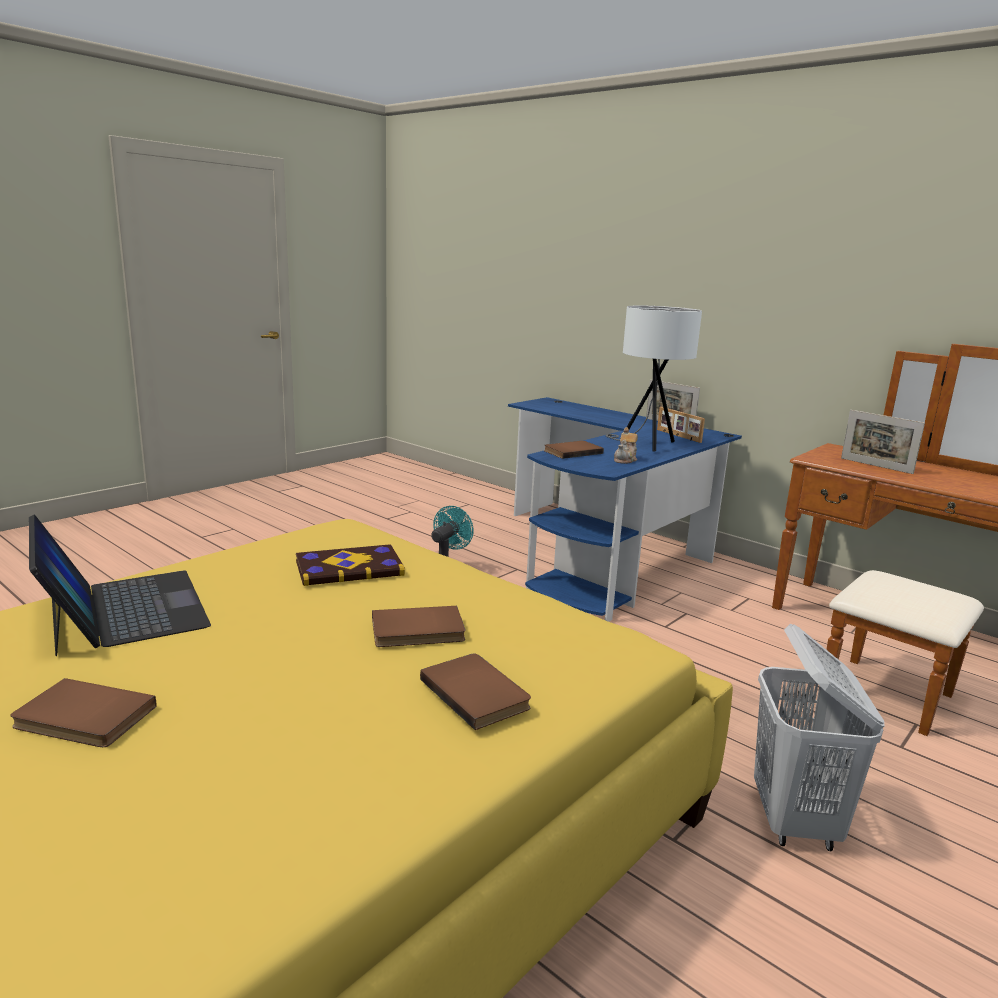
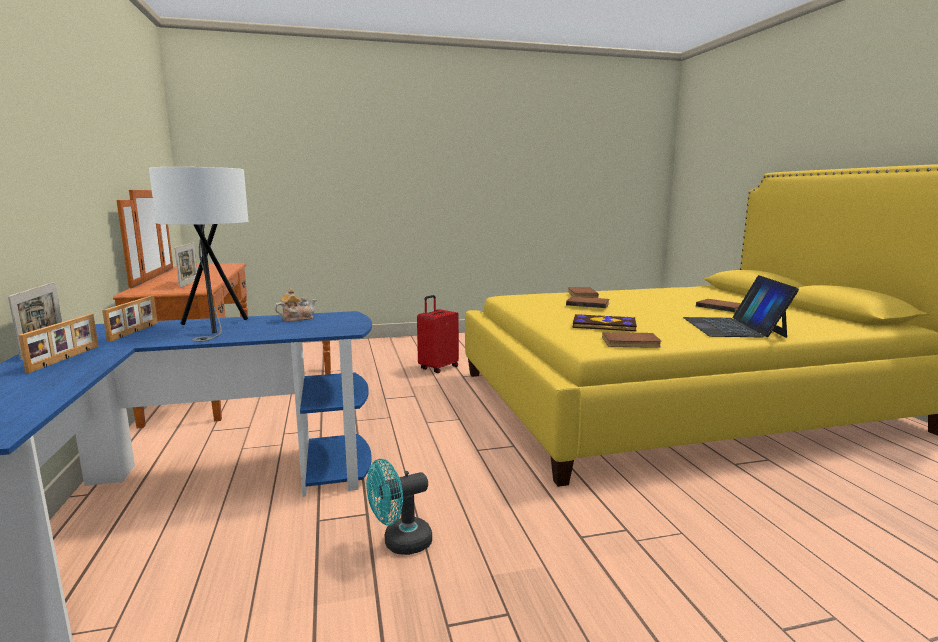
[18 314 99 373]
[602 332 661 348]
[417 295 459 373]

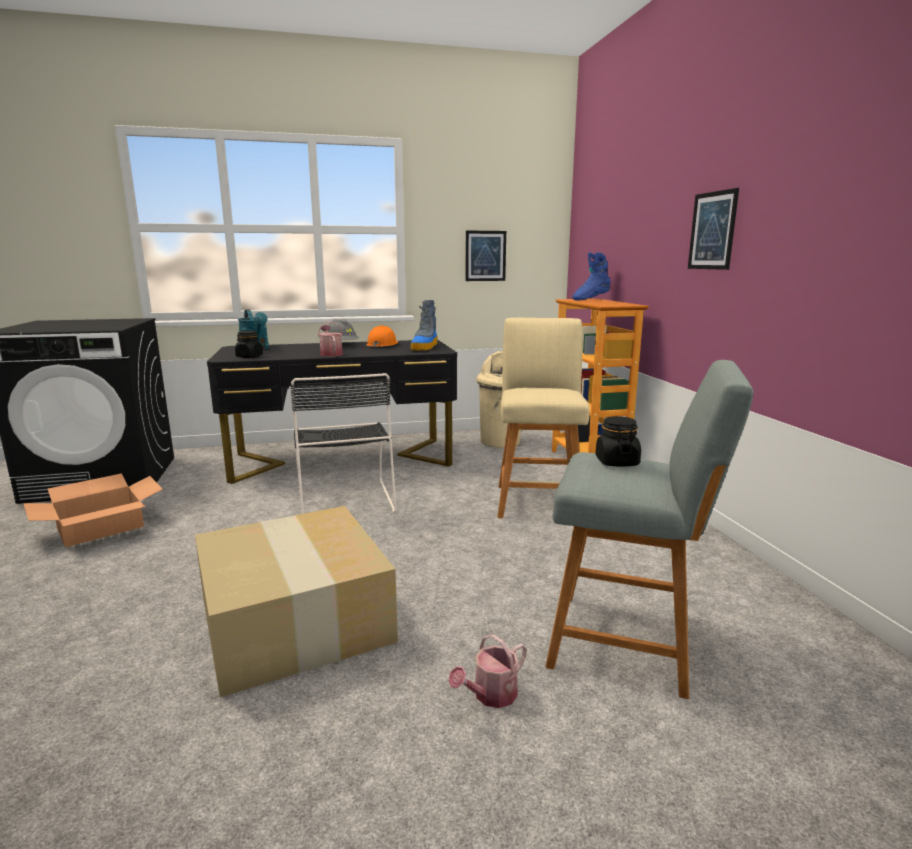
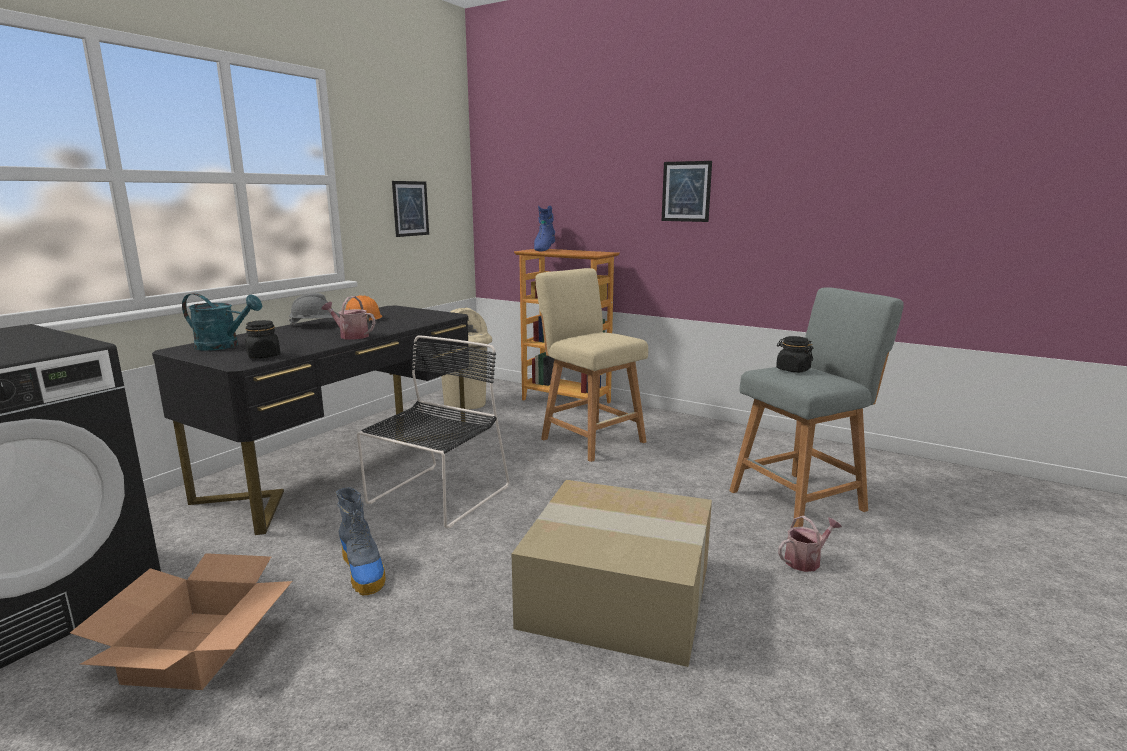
[336 487 386 595]
[357 335 509 528]
[778 516 842 572]

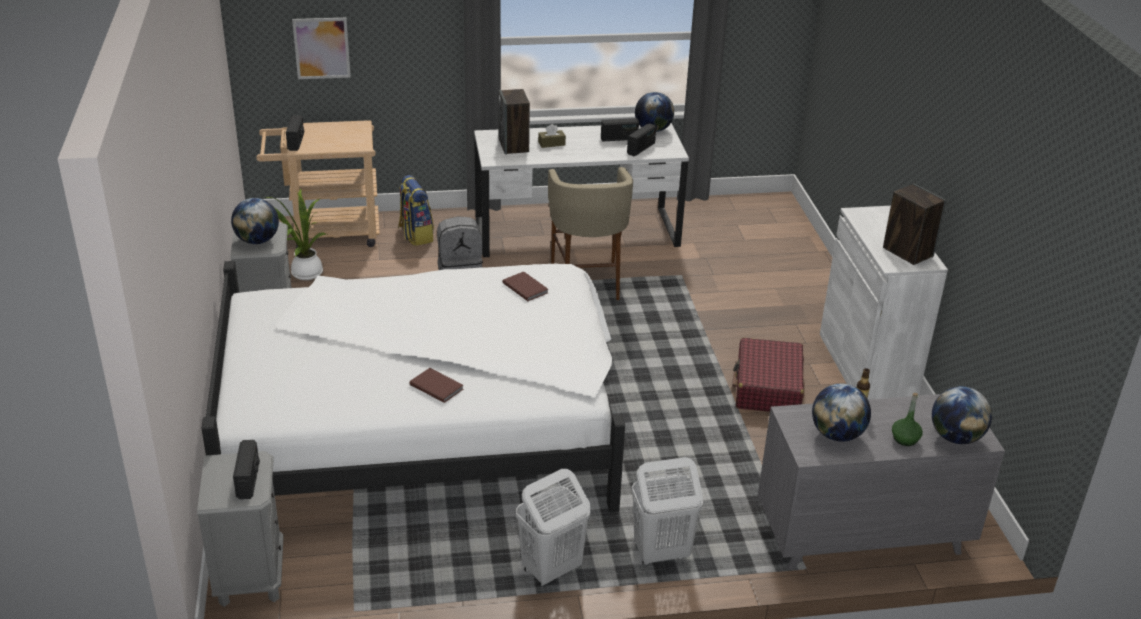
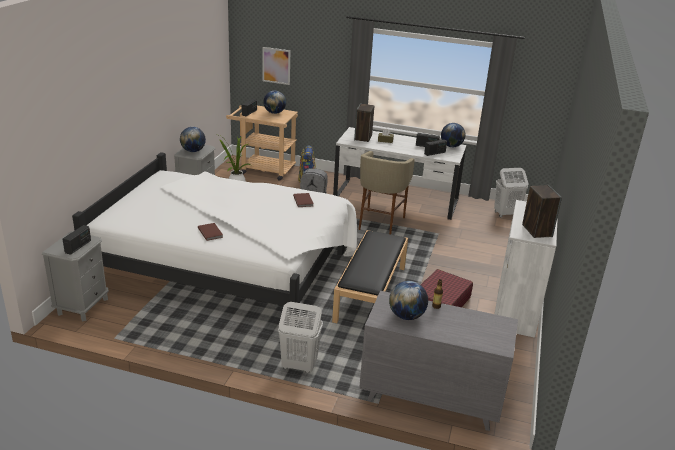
[892 393 923 446] (first image)
[332 230 408 323]
[494 168 529 217]
[263 91 286 114]

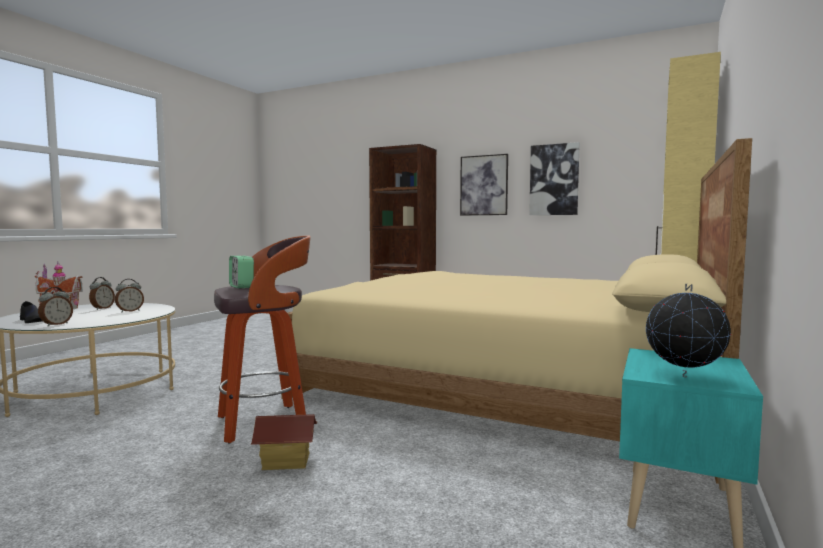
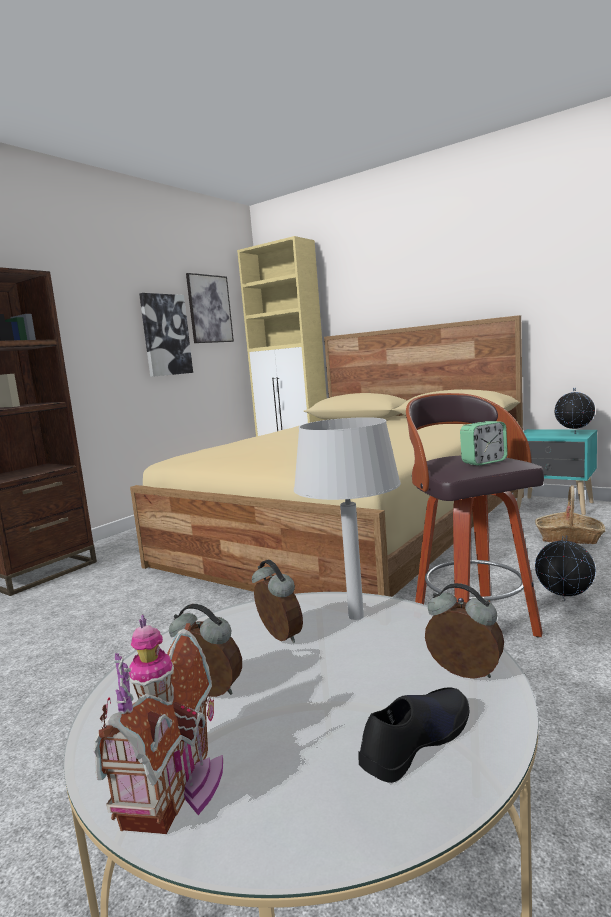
[294 417 401 620]
[535 485 606 544]
[186 273 234 343]
[535 535 596 601]

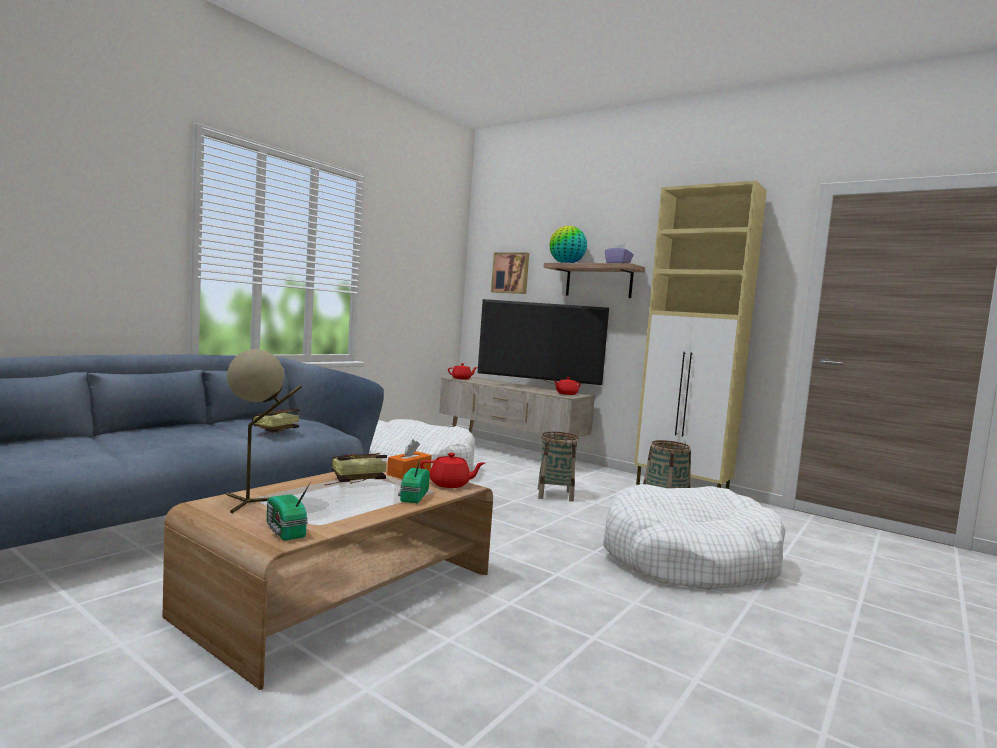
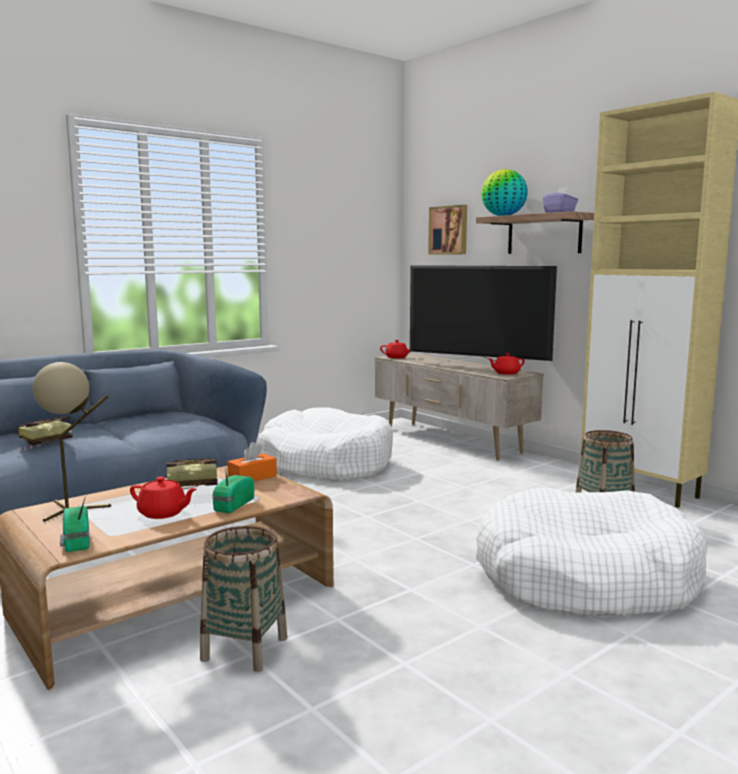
[18 416 72 451]
[130 477 197 519]
[200 526 287 672]

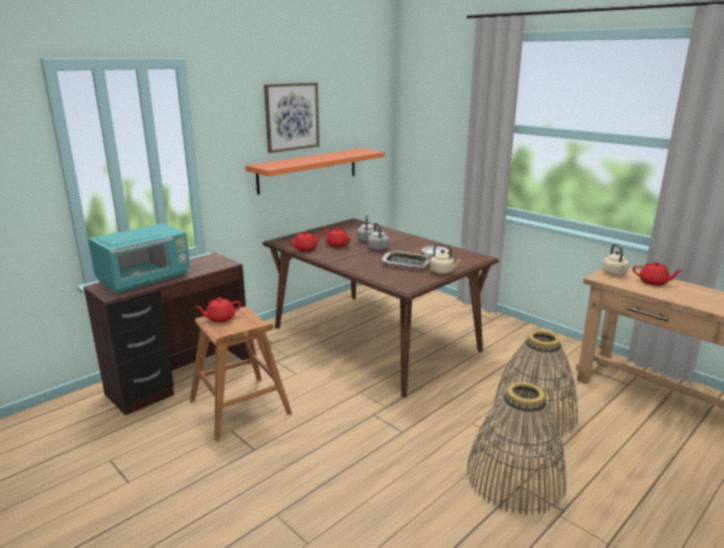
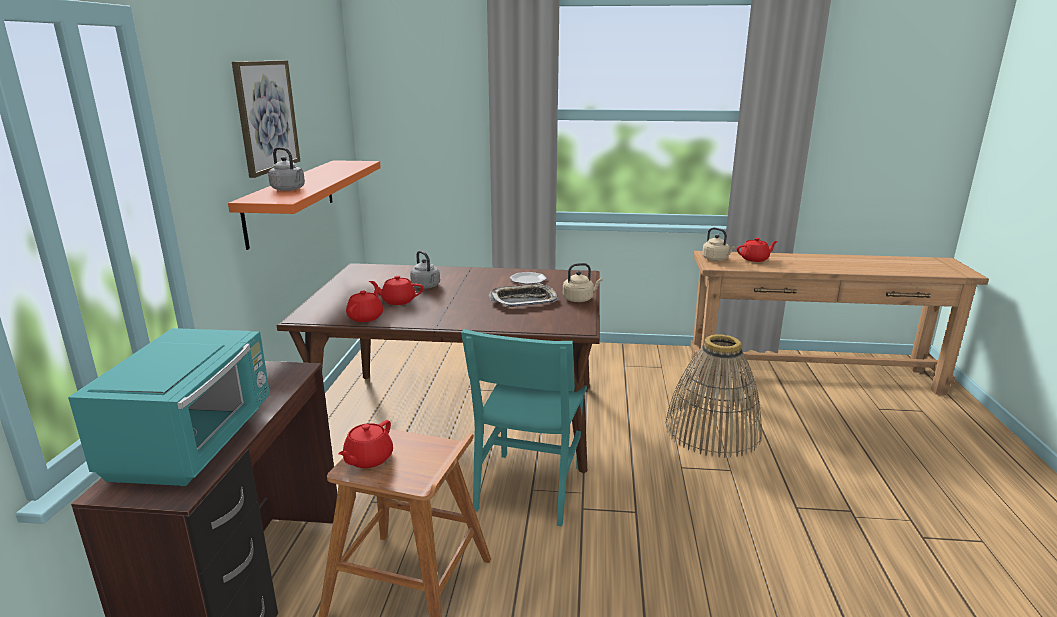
[467 382 566 515] (first image)
[461 329 587 527]
[268 147 305 191]

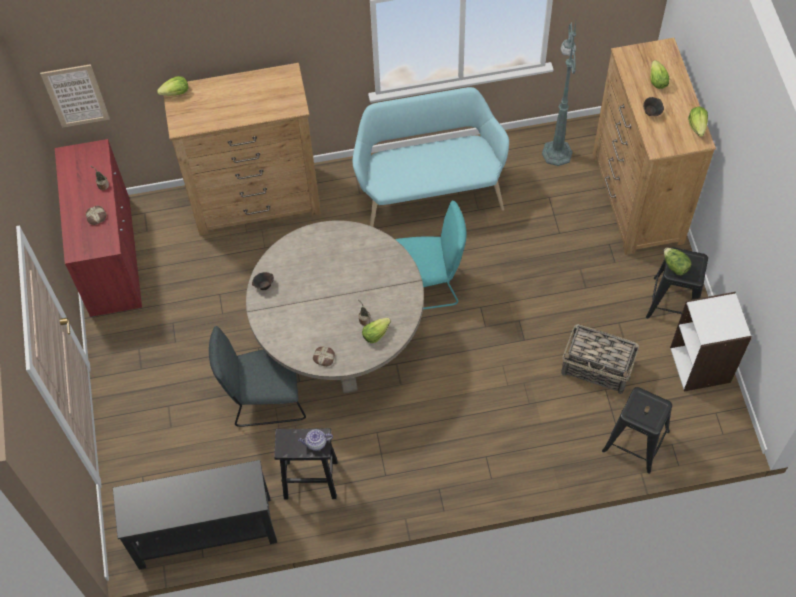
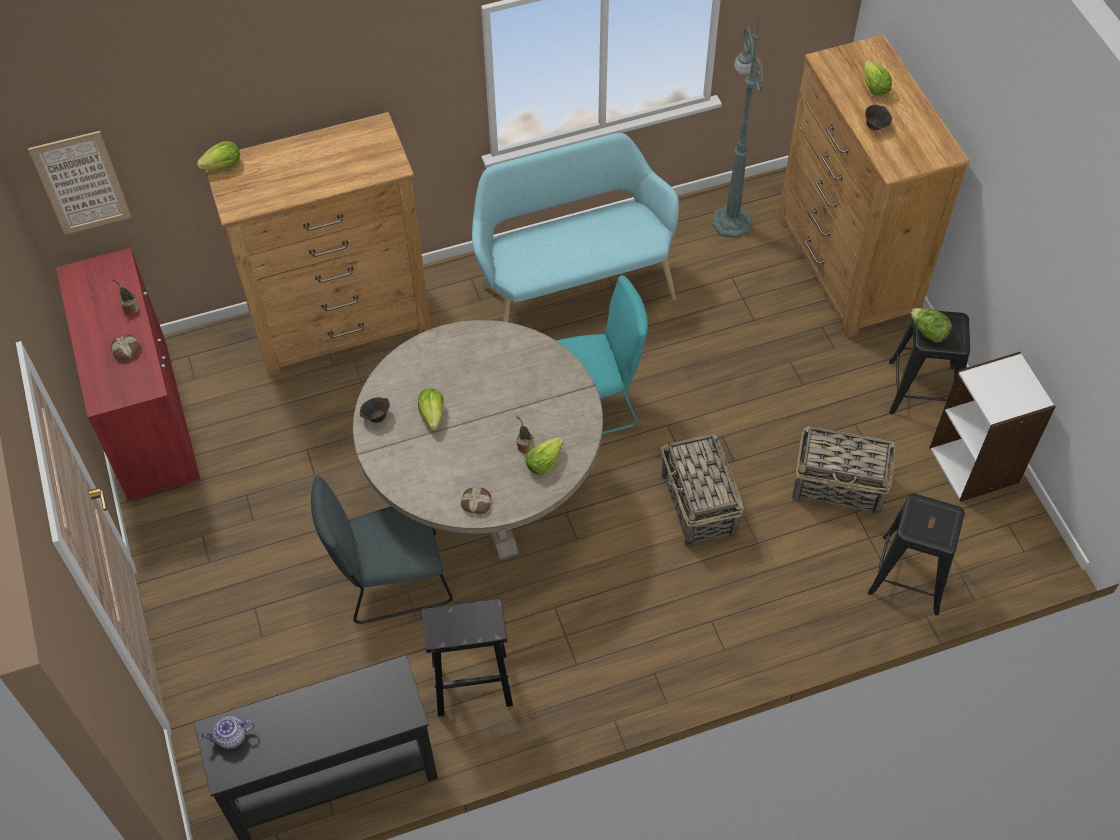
[660 434 744 547]
[201 716 255 749]
[418 388 444 430]

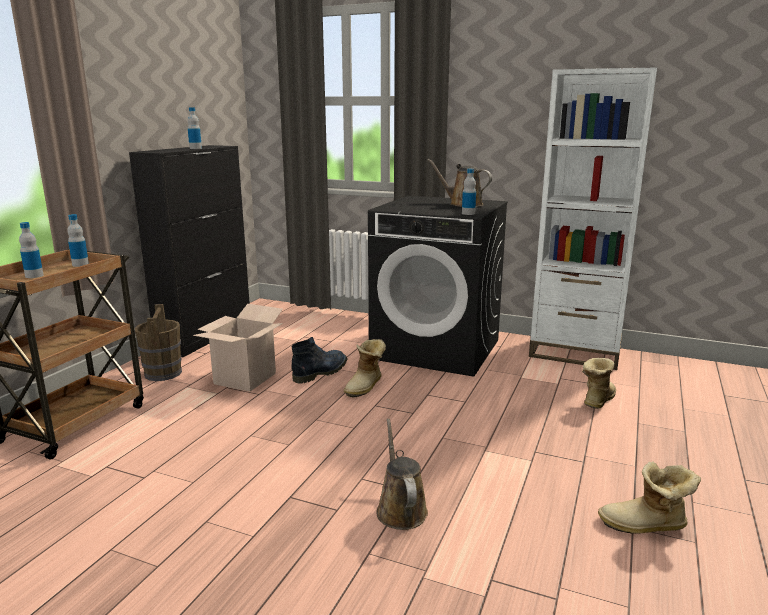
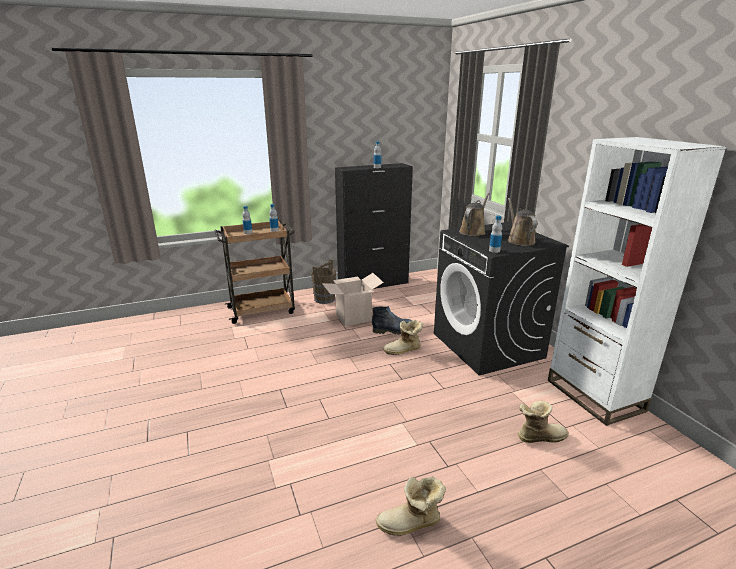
[459 193 490 236]
[376 476 446 536]

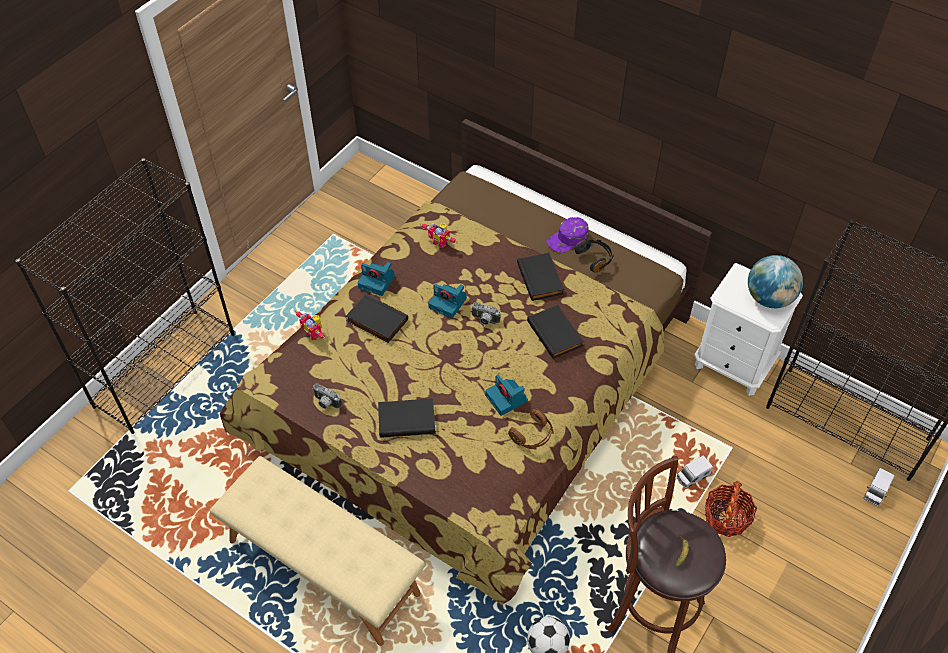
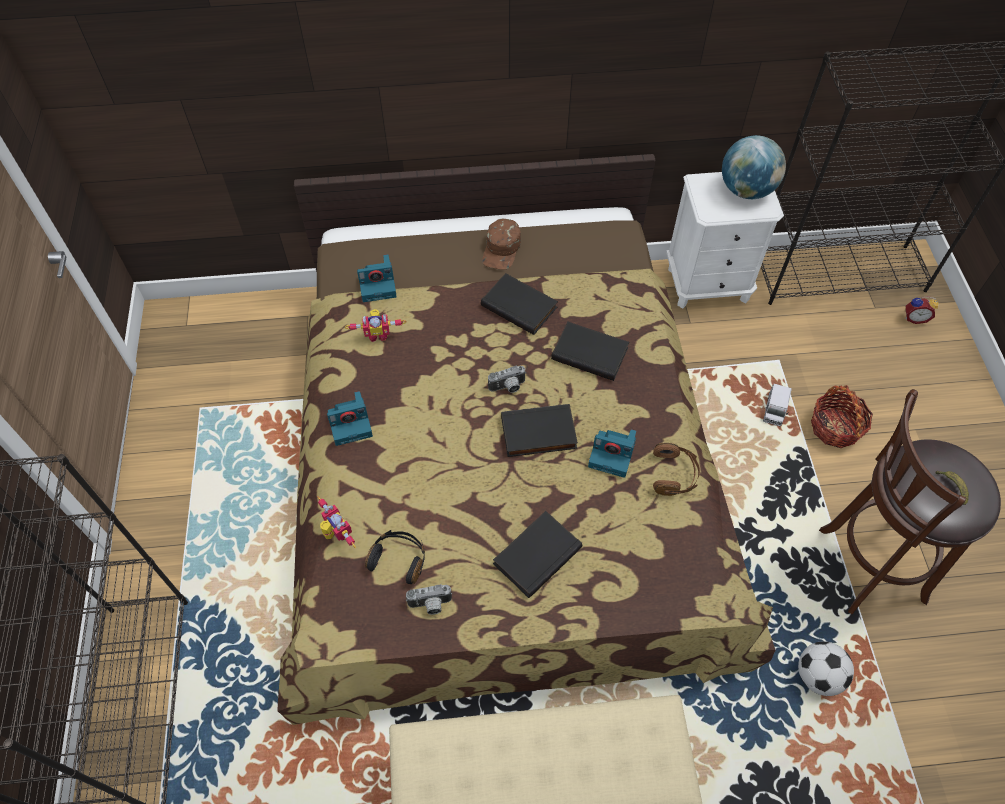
[501 404 578 457]
[357 254 397 302]
[365 530 425 584]
[905 296 939 324]
[482 218 521 270]
[317 496 356 548]

